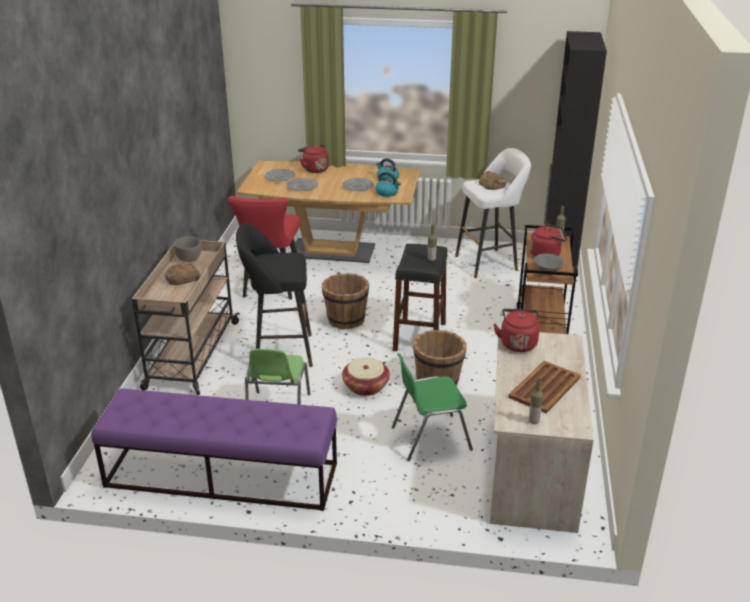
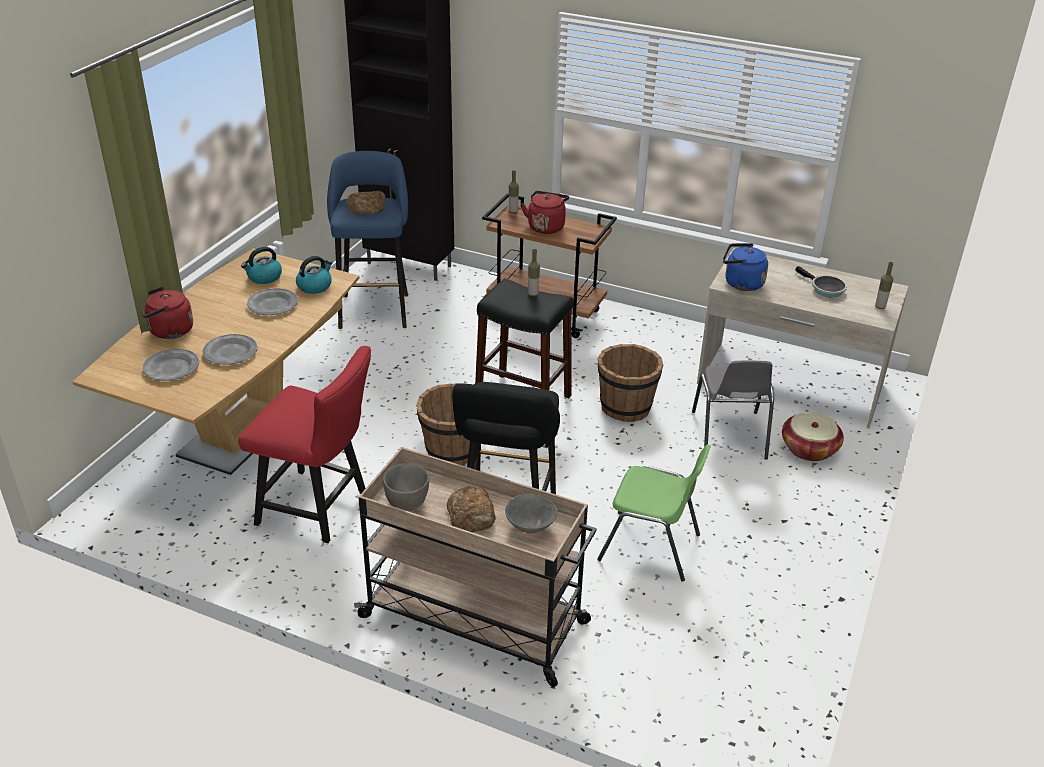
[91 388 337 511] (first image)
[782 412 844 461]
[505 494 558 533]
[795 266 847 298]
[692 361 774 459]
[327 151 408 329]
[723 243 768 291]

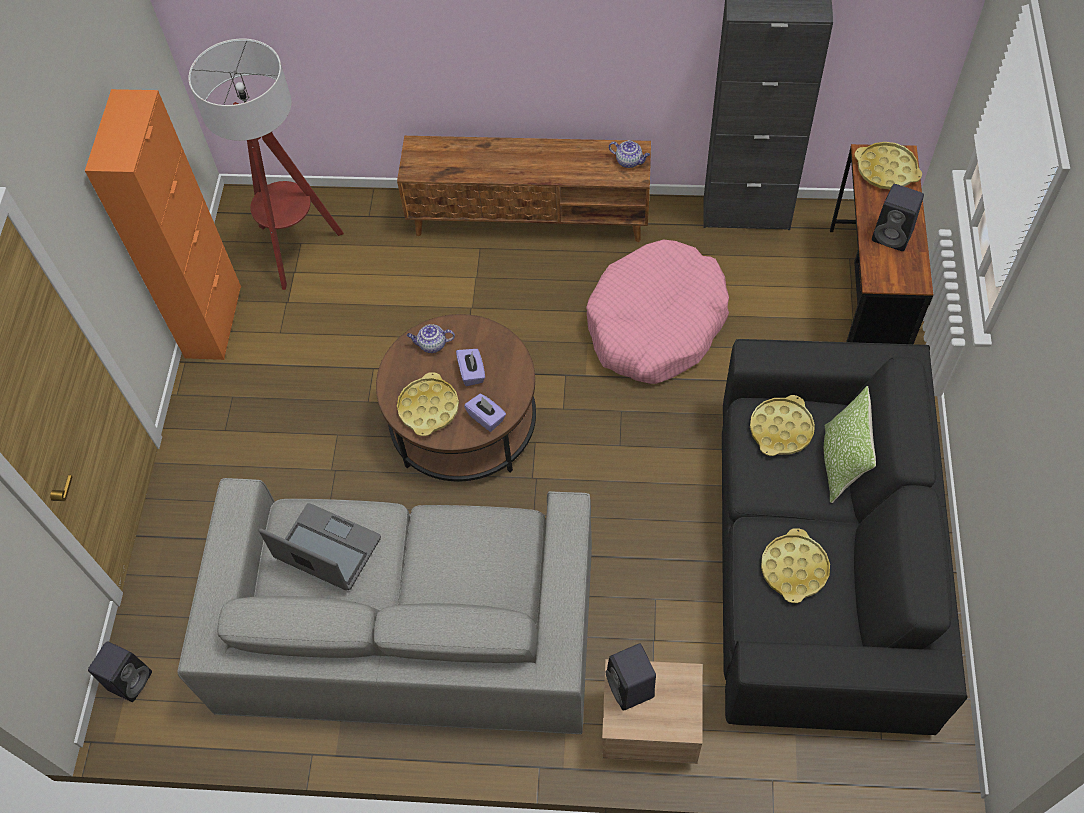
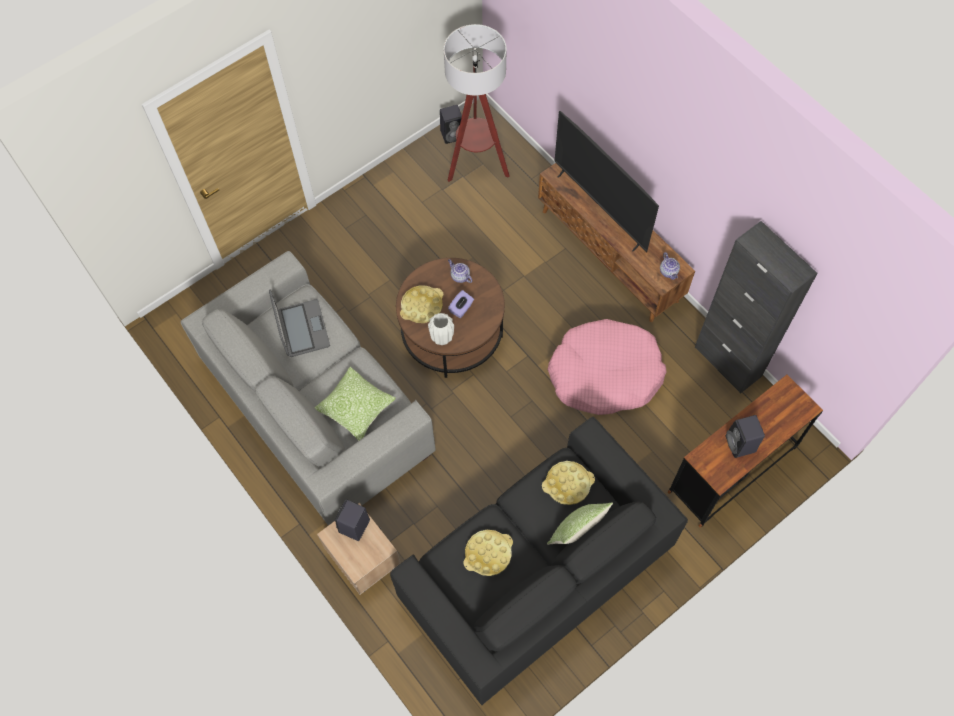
[85 89 241 360] (first image)
[854 142 922 189] (first image)
[314 367 396 441]
[555 111 659 252]
[440 105 462 144]
[428 313 454 345]

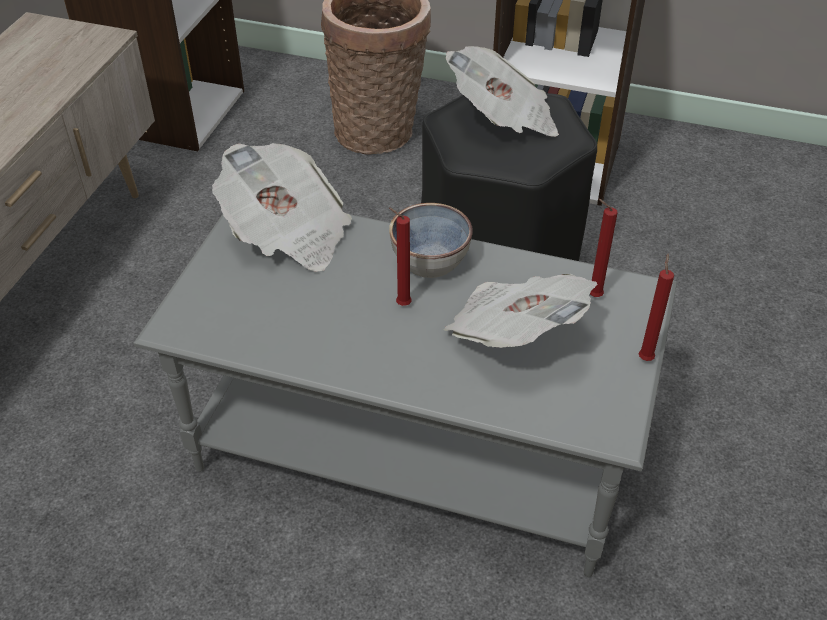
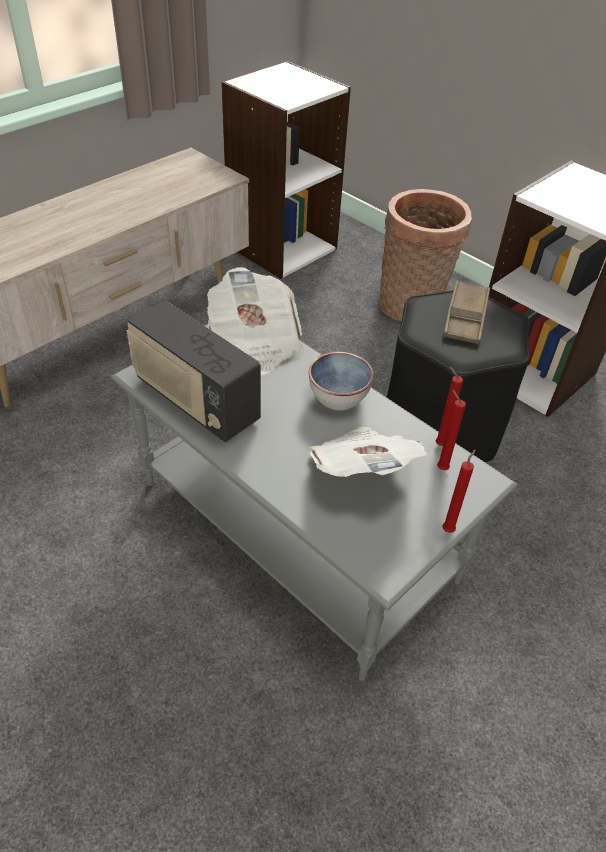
[126 300 261 442]
[436 367 463 446]
[442 280 490 344]

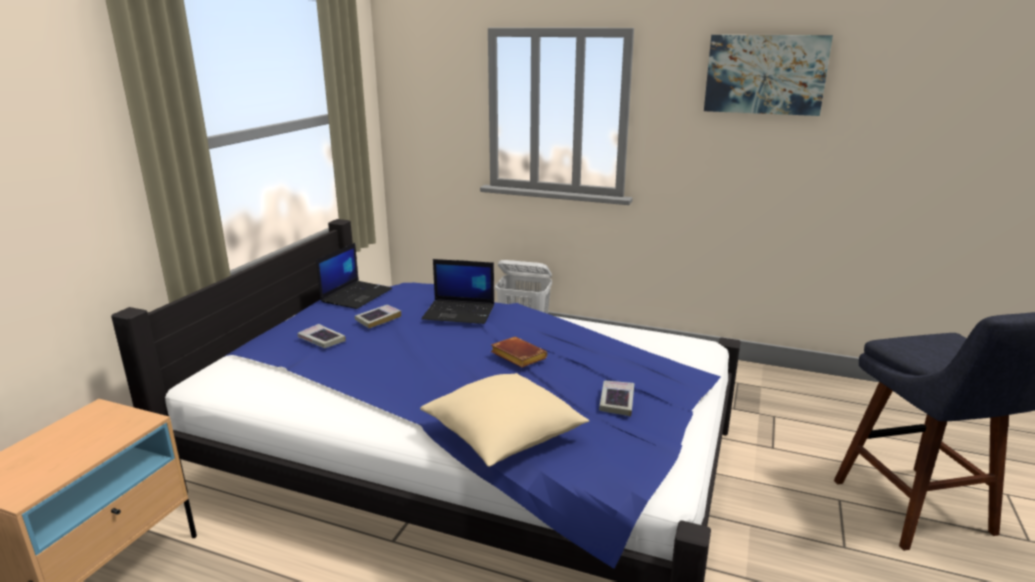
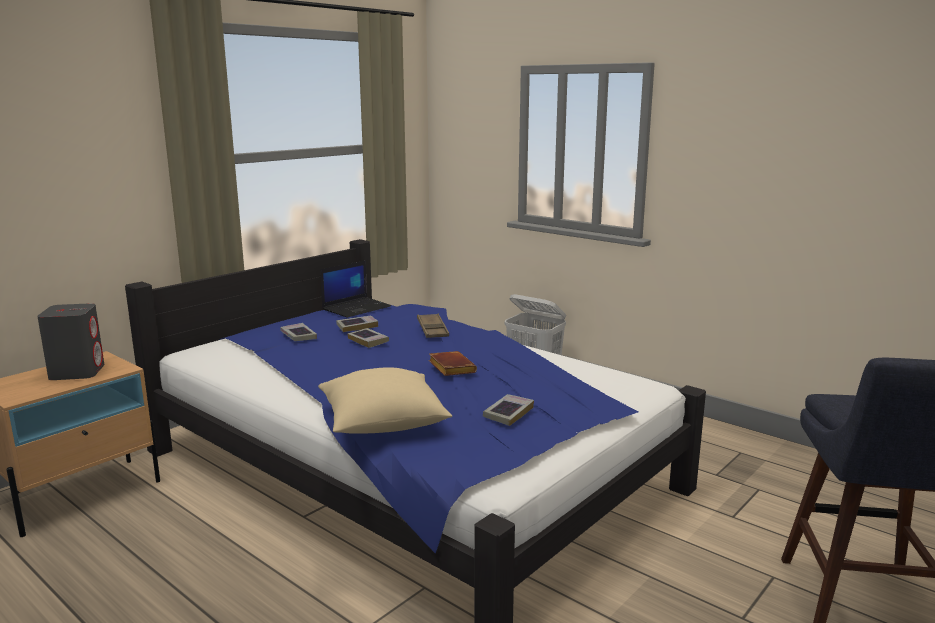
[704 35 833 116] (first image)
[37 303 104 380]
[348 328 389 348]
[417 314 449 338]

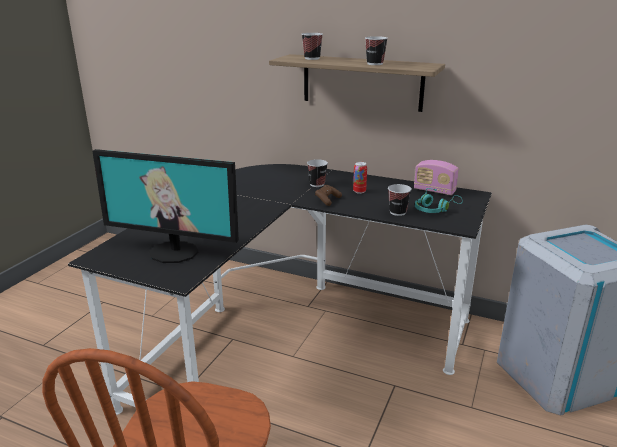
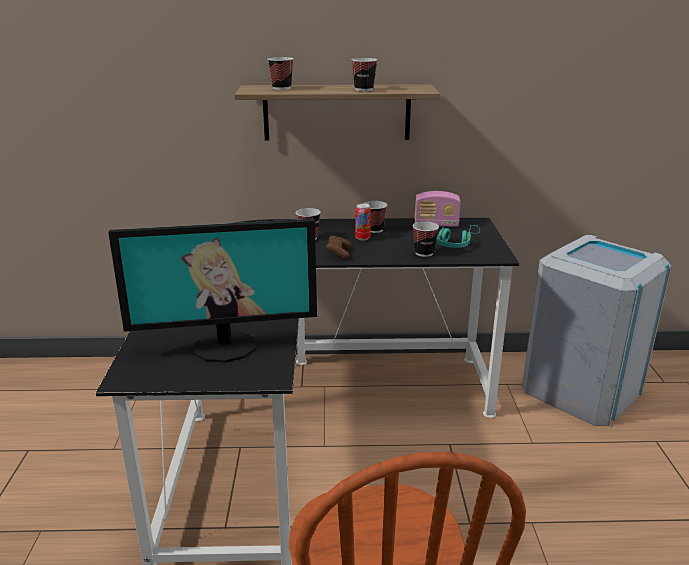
[364 201 388 233]

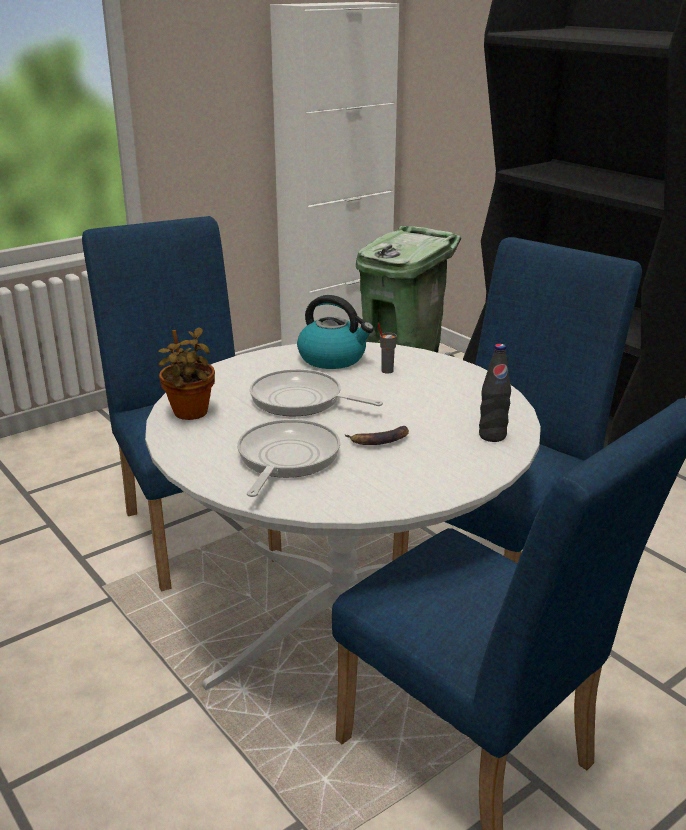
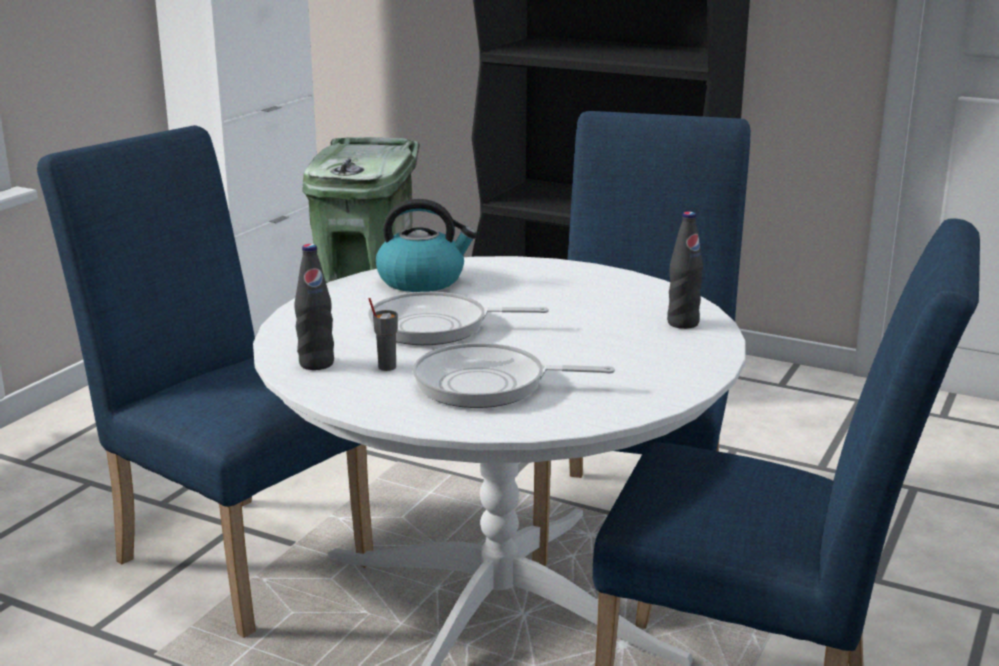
[344 426 409 445] (first image)
[368 298 398 371]
[295 244 334 370]
[413 343 615 408]

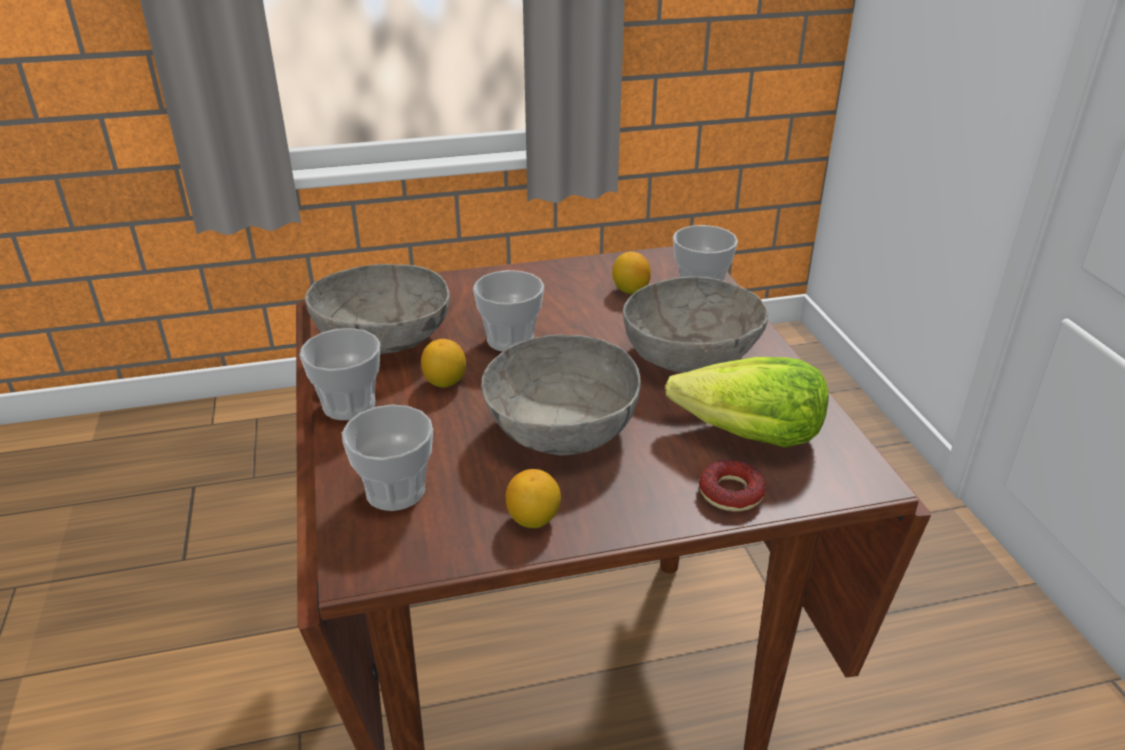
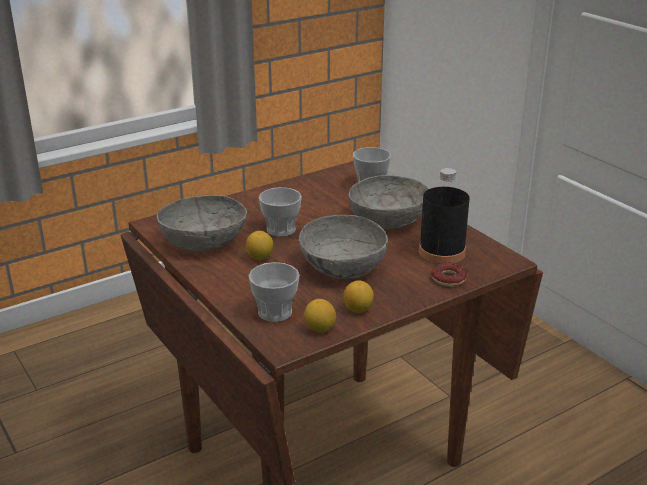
[299 328 380 420] (first image)
[304 299 336 333]
[419 168 470 264]

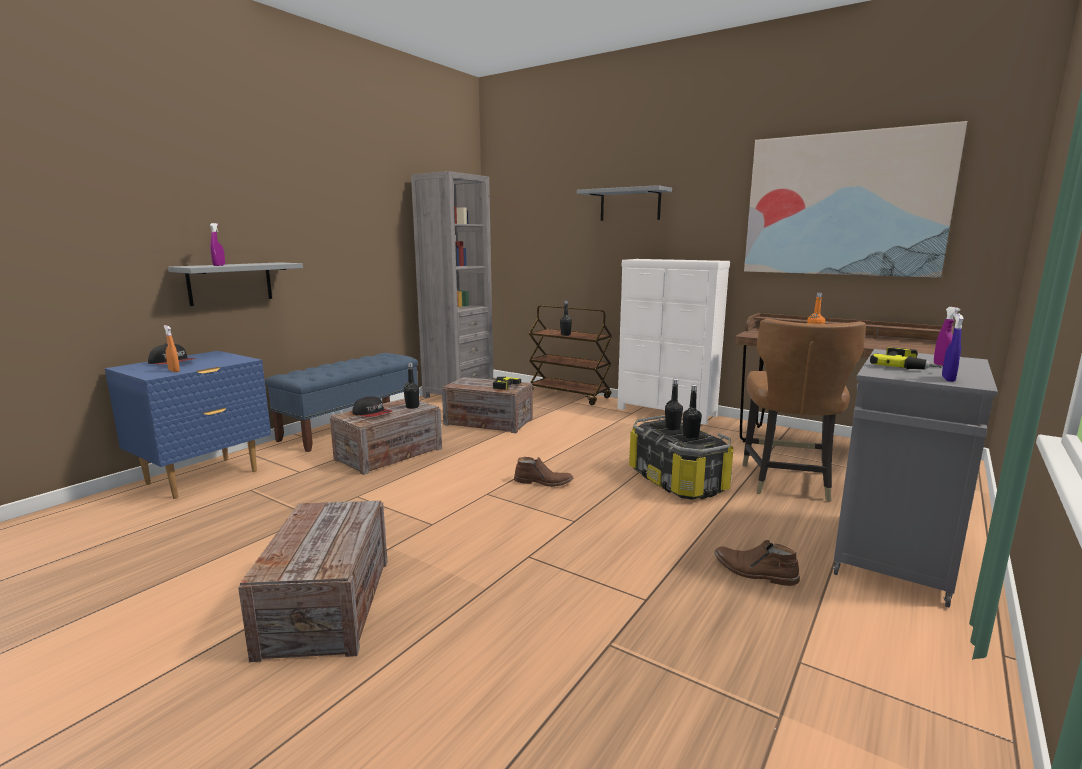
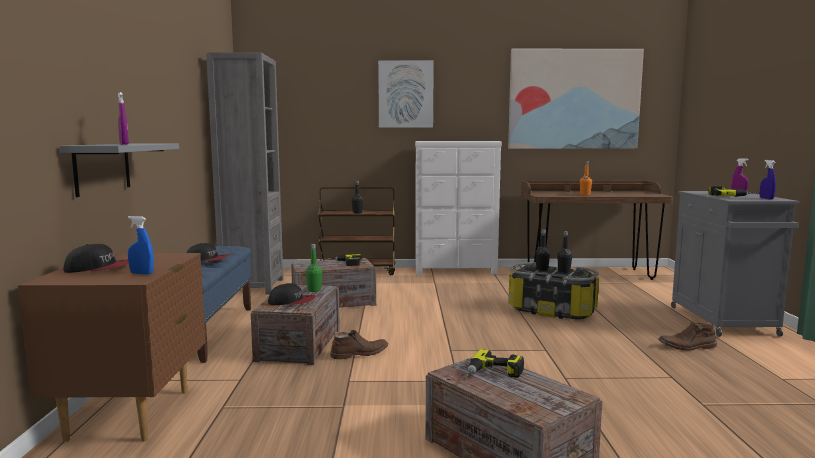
[743 319 866 502] (first image)
[186 243 229 262]
[463 349 524 380]
[330 330 388 359]
[378 61 434 128]
[18 253 206 442]
[128 216 154 274]
[306 244 322 292]

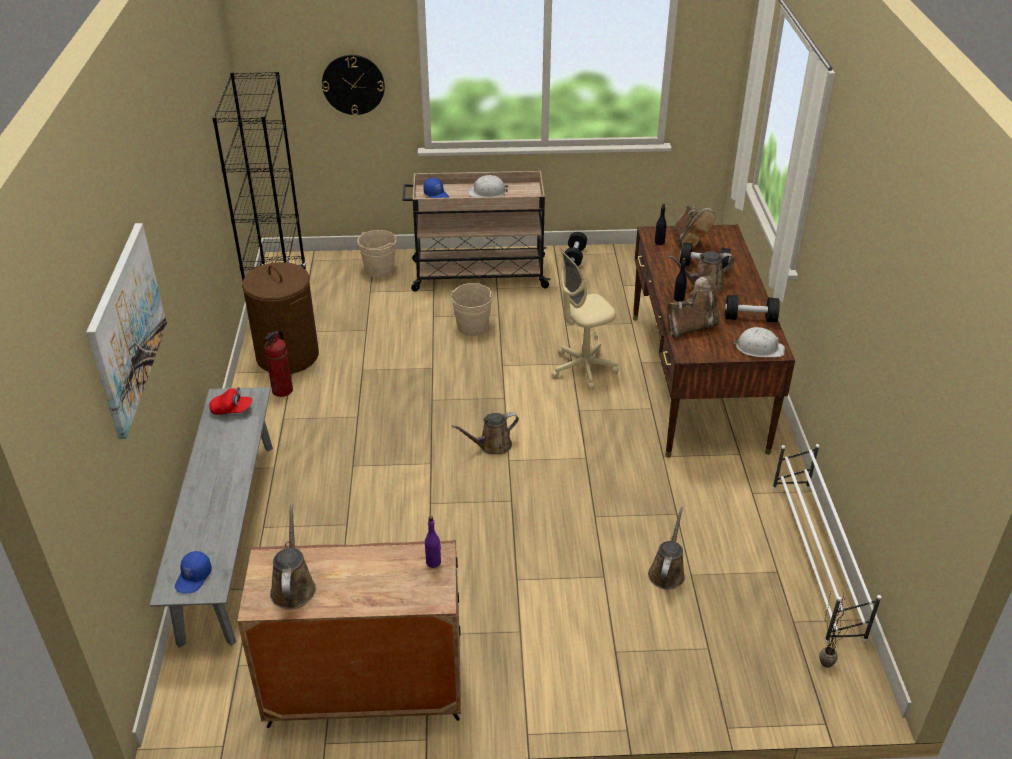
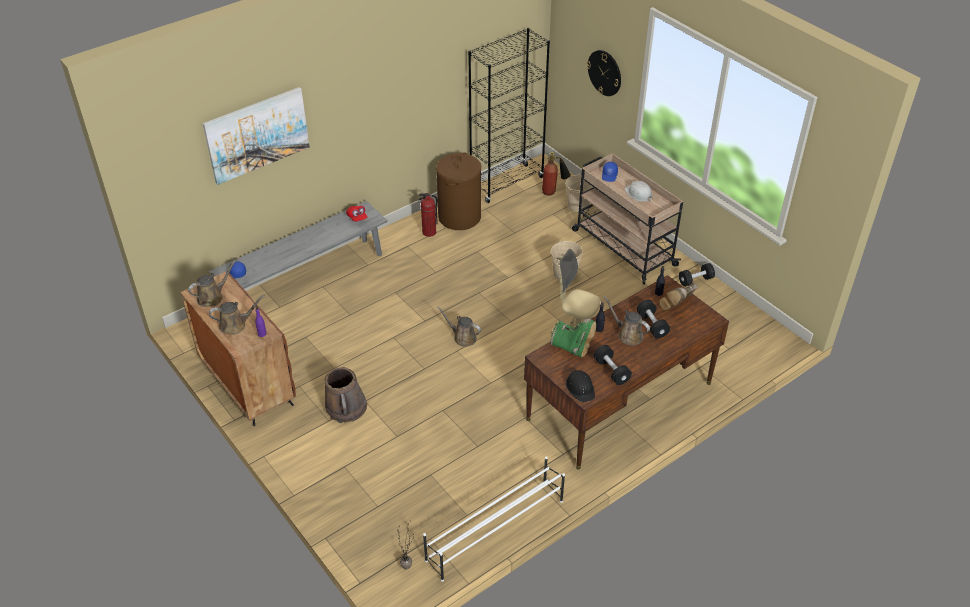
[324 367 367 423]
[542 152 571 196]
[209 295 265 335]
[550 319 596 357]
[566 370 595 402]

